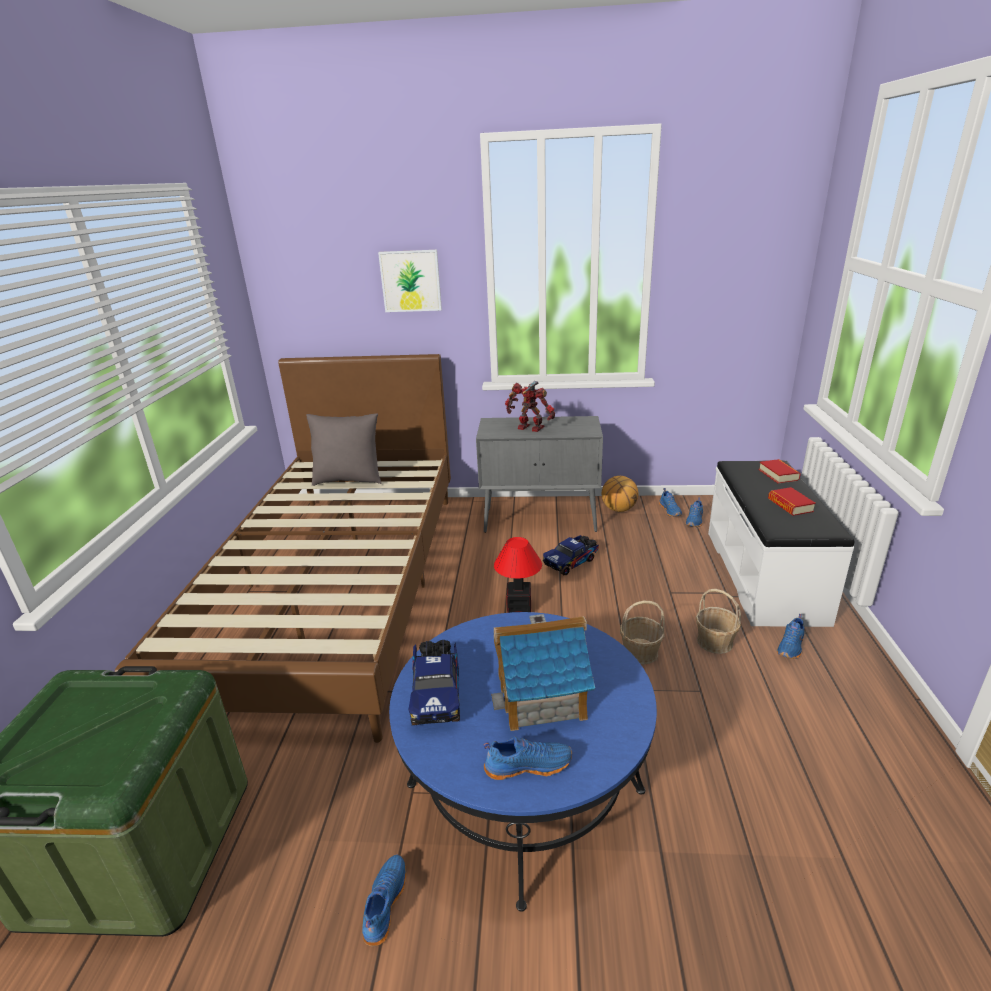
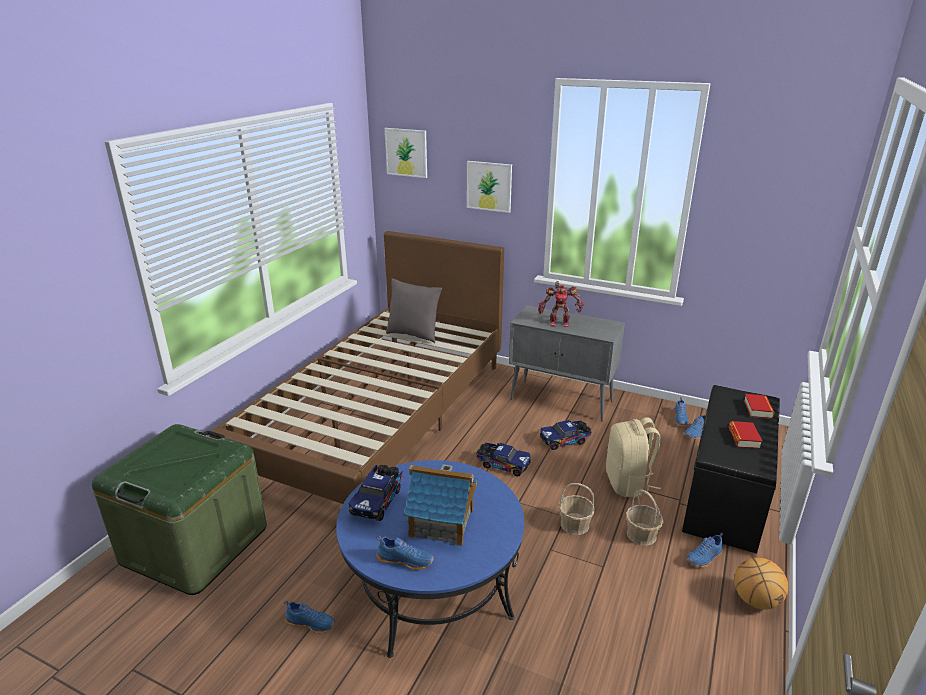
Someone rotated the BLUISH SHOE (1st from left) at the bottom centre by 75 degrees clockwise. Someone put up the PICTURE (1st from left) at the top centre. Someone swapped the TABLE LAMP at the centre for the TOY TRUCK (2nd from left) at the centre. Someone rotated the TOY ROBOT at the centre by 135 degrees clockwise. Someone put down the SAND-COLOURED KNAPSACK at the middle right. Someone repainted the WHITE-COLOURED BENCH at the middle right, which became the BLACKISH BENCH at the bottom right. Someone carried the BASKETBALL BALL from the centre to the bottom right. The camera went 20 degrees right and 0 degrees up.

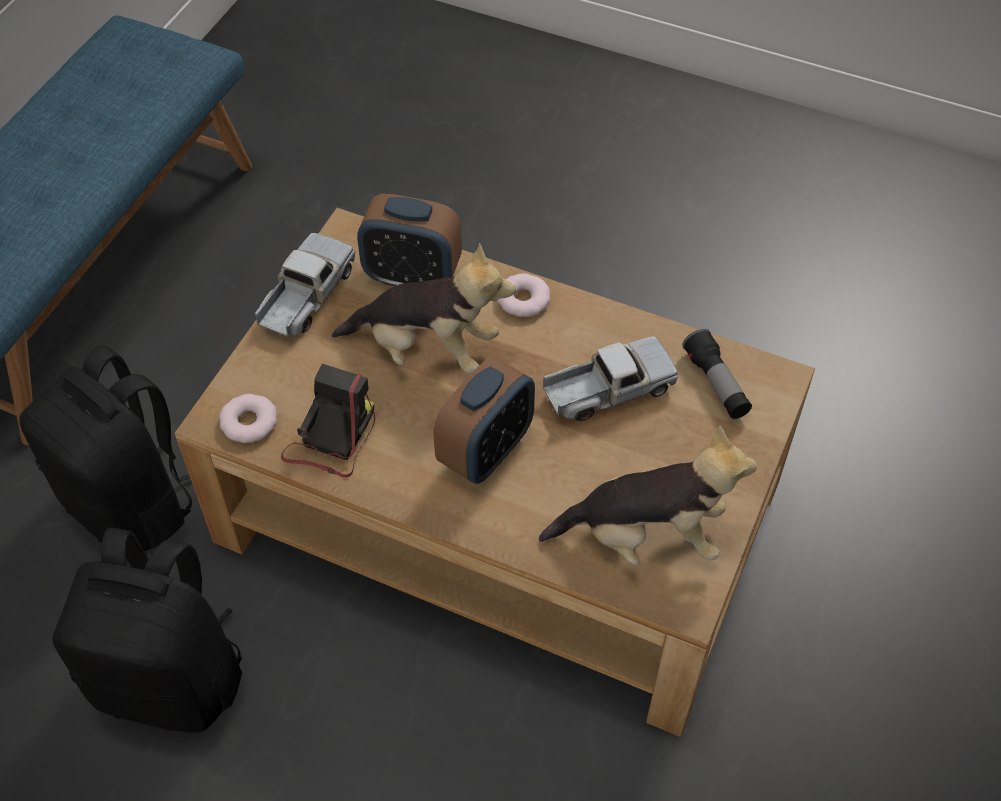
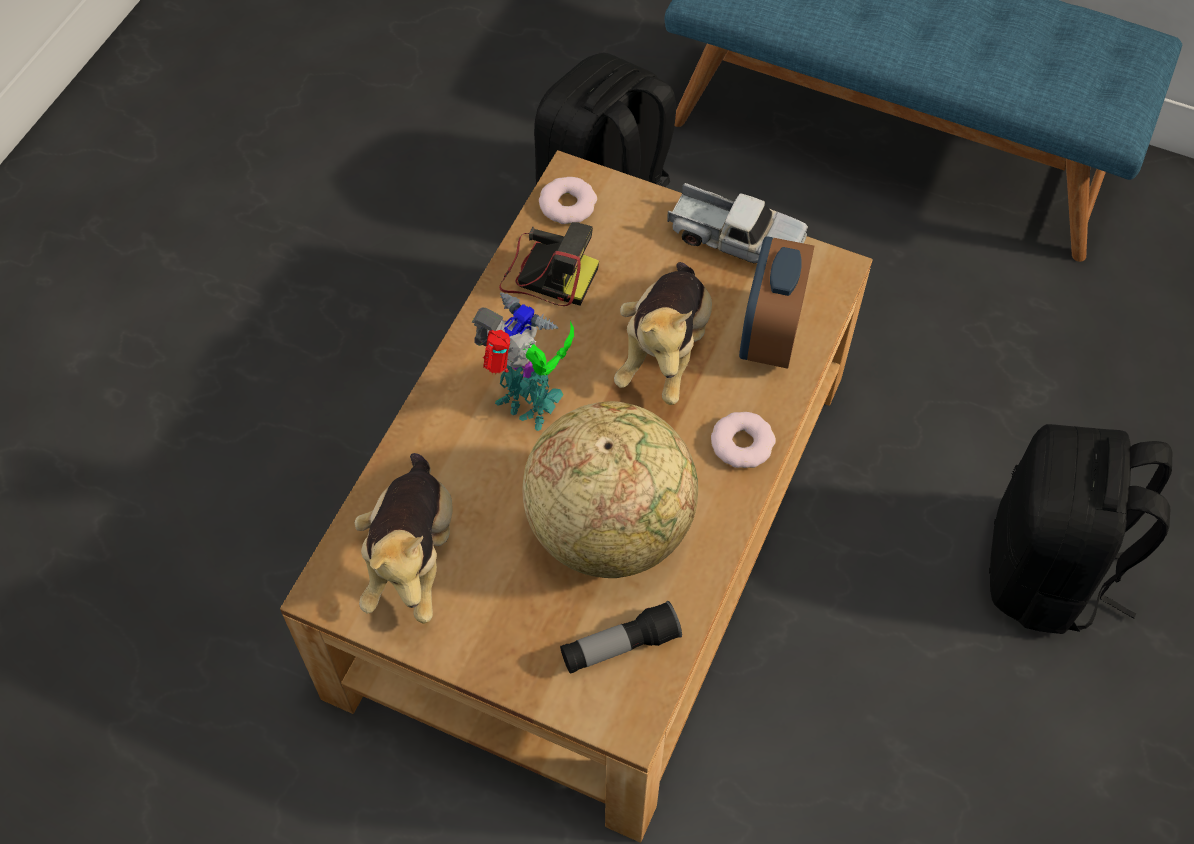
Someone swapped the ALARM CLOCK (2nd from left) at the centre for the TOY ROBOT at the centre. Someone swapped the TOY TRUCK (2nd from left) at the centre for the DESK GLOBE at the centre. Someone carried the BLACKISH KNAPSACK (2nd from left) from the bottom left to the middle right. The camera went 90 degrees right and 5 degrees up.

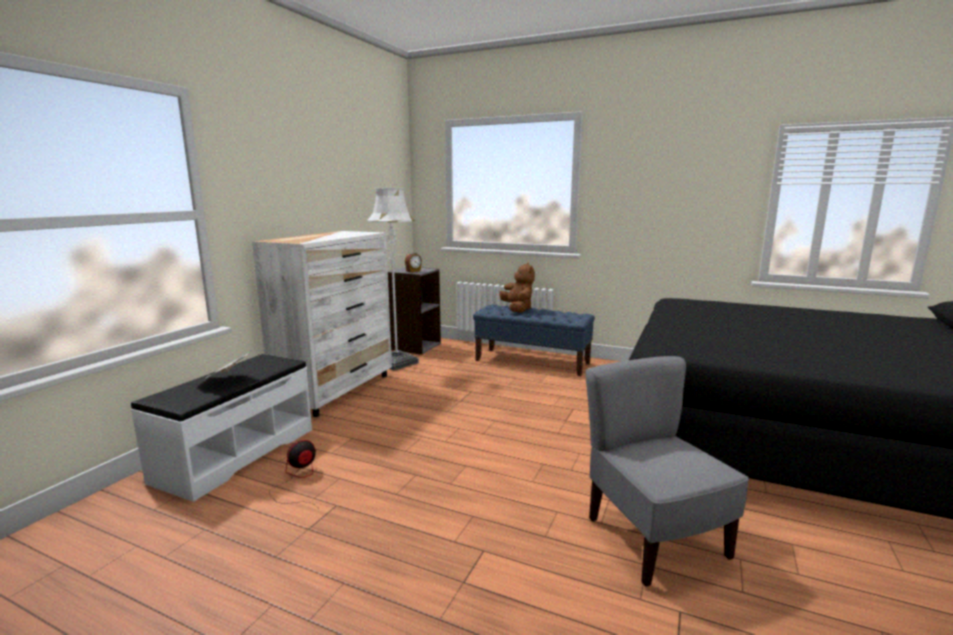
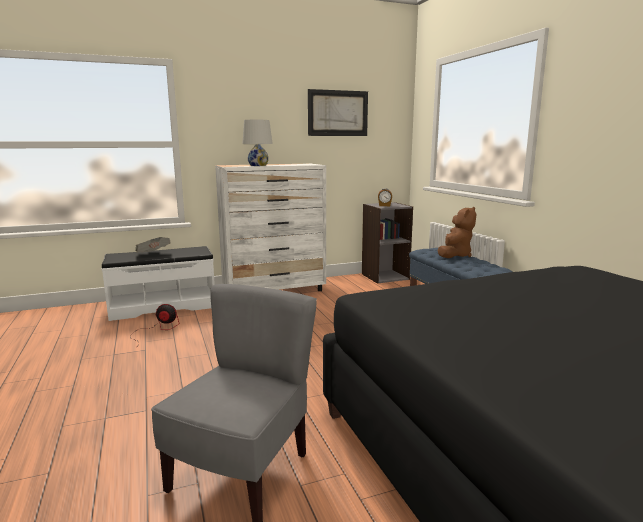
Someone put down the WHITE-COLOURED TABLE LAMP at the top centre. Someone put up the PICTURE at the top centre. Someone took away the WHITE-COLOURED STANDING LAMP at the centre. The camera went 45 degrees right and 0 degrees up.

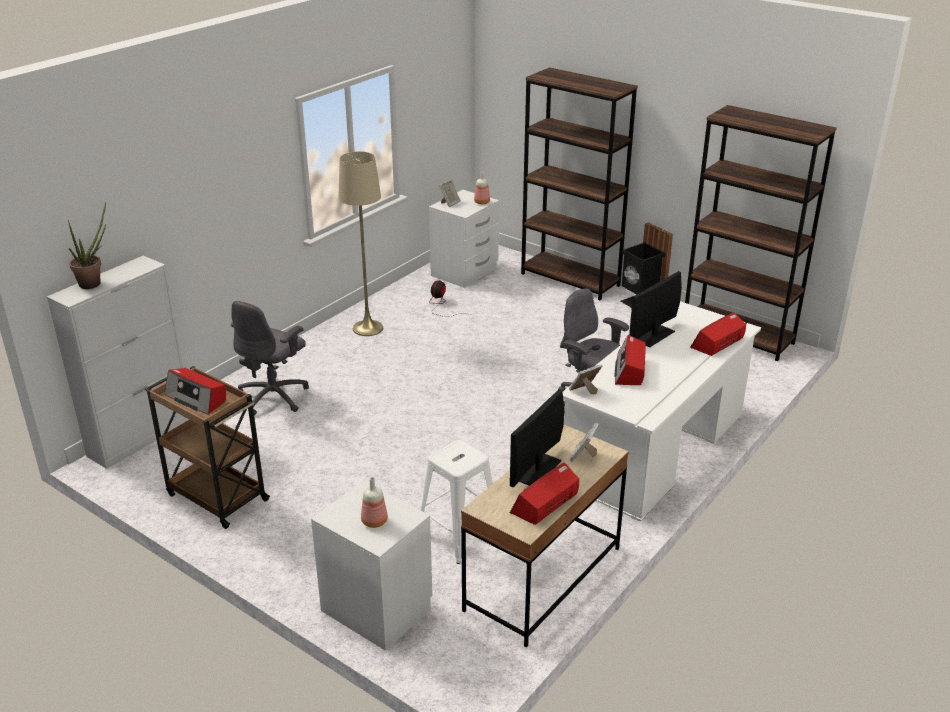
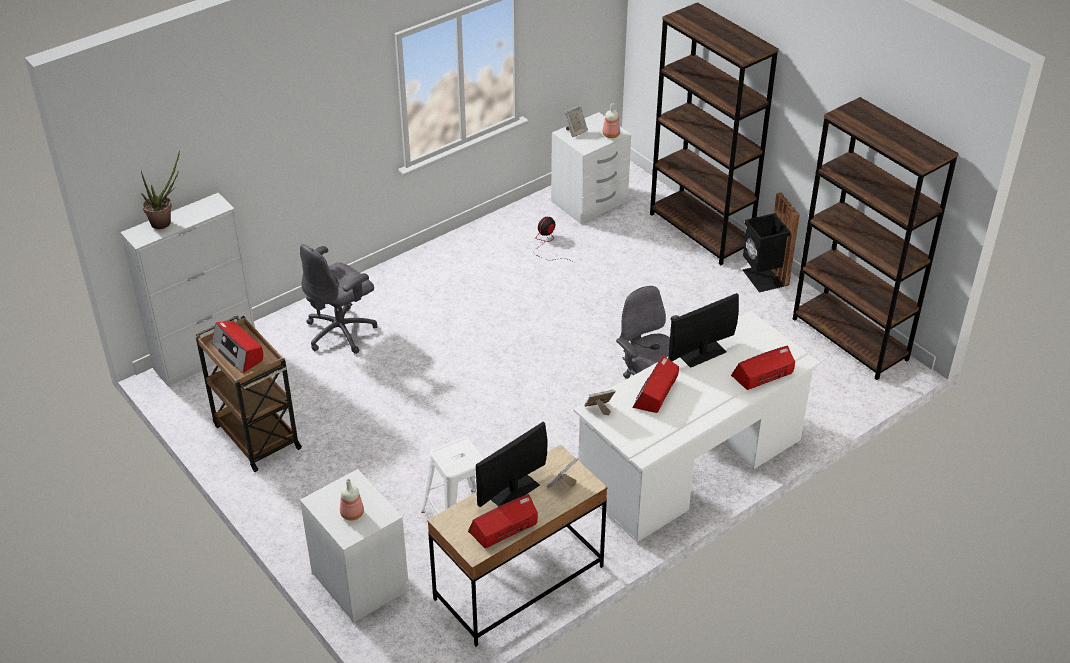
Someone took away the SAND-COLOURED STANDING LAMP at the centre. The camera went 15 degrees right and 10 degrees up.

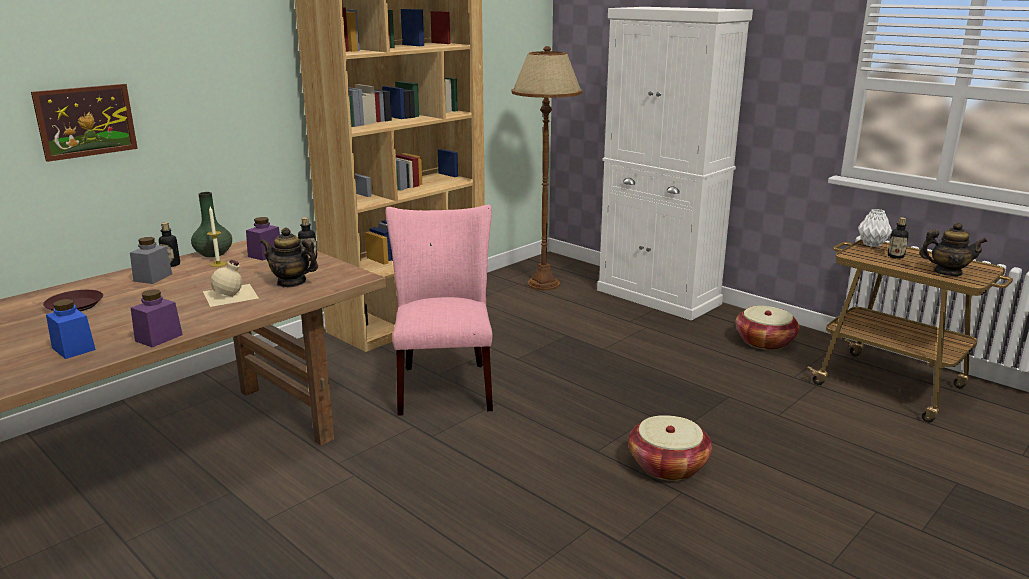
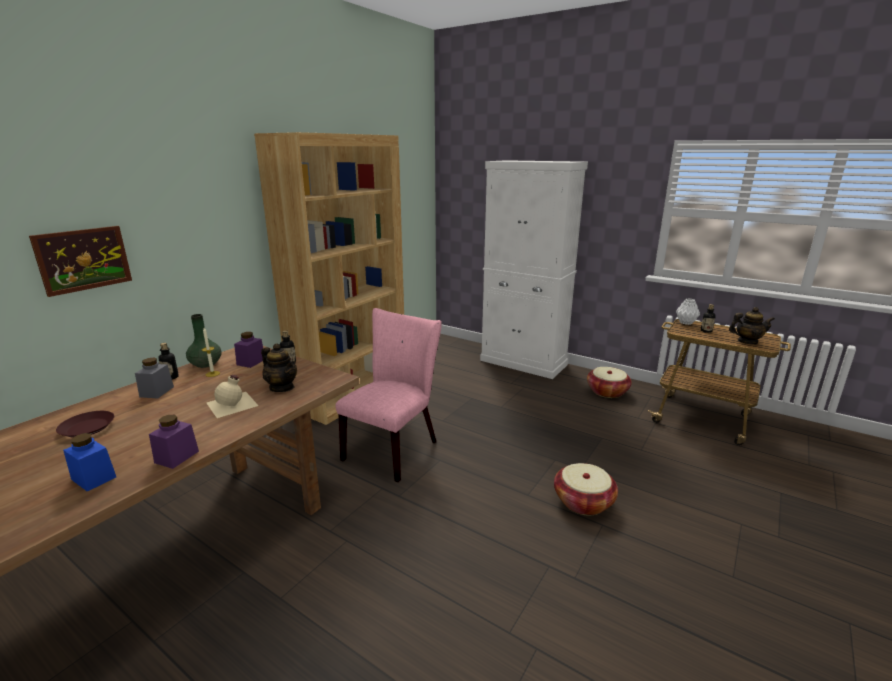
Someone rotated the TEA POT (1st from left) at the middle left by 150 degrees counterclockwise. Someone rotated the PINKISH UPRIGHT CHAIR at the centre by 45 degrees clockwise. Someone took away the BROWN STANDING LAMP at the top centre. The camera went 10 degrees left and 0 degrees up.

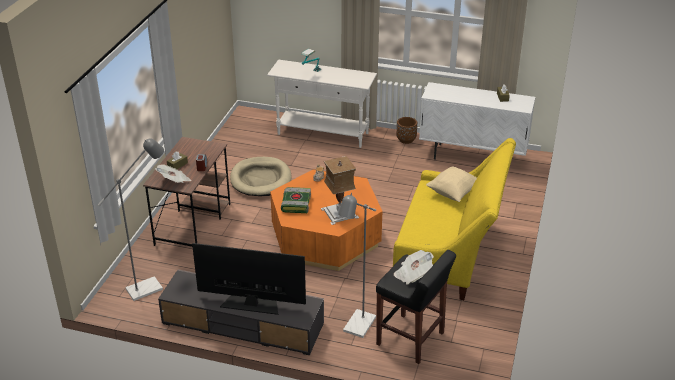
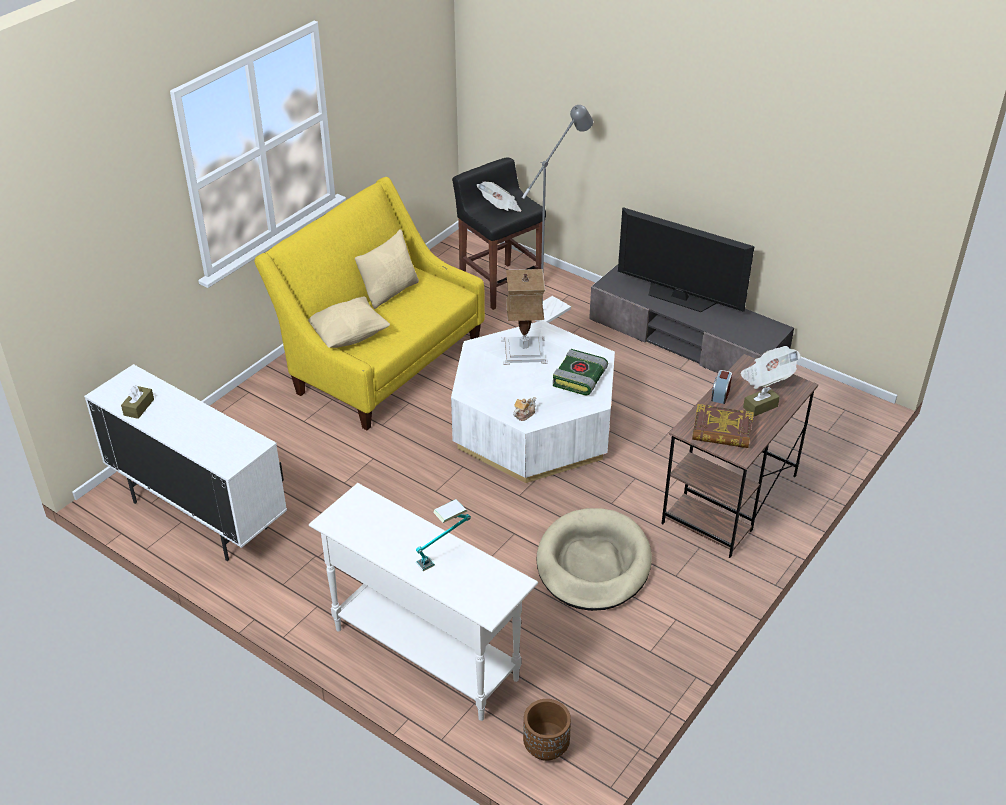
Someone put down the SAND-COLOURED CUSHION (2nd from left) at the centre. Someone repainted the ORANGEY COFFEE TABLE at the centre, which became the WHITE-COLOURED COFFEE TABLE at the centre. Someone carried the BROWN PLANT POT from the centre to the bottom centre. Someone put down the VOLUME (2nd from left) at the middle right. Someone took away the GRAY STANDING LAMP (1st from left) at the middle left. The camera went 160 degrees left and 5 degrees up.

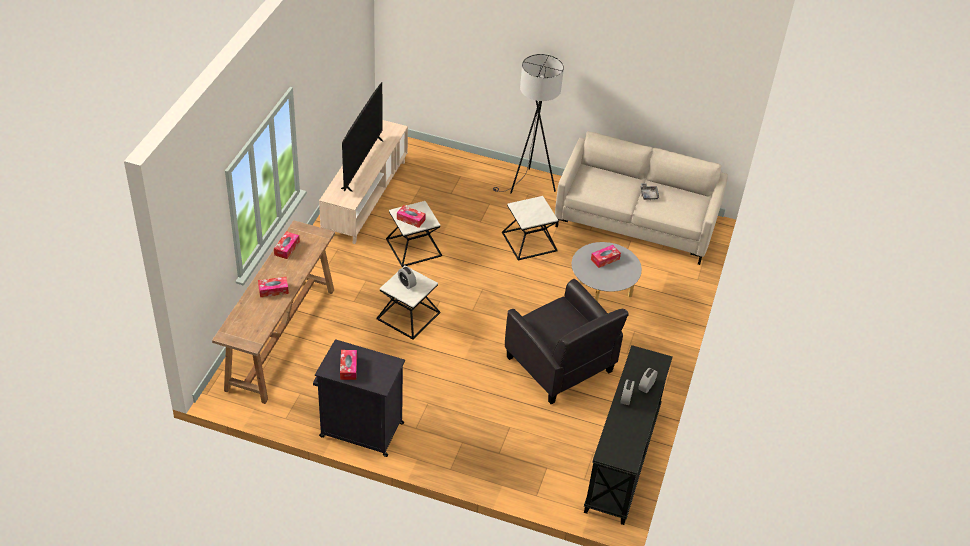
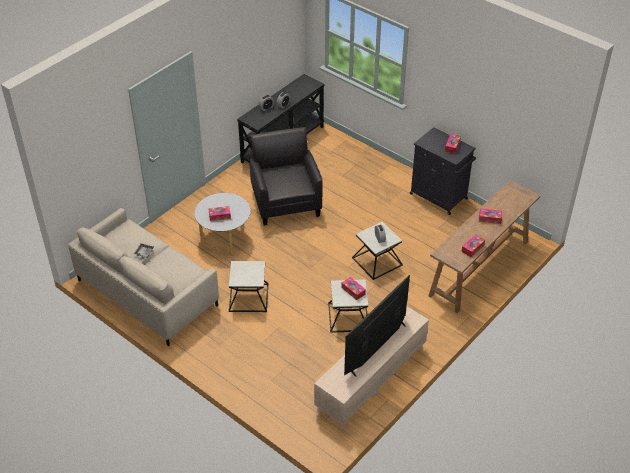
Someone took away the GRAY STANDING LAMP at the top centre. The camera went 155 degrees left and 0 degrees up.

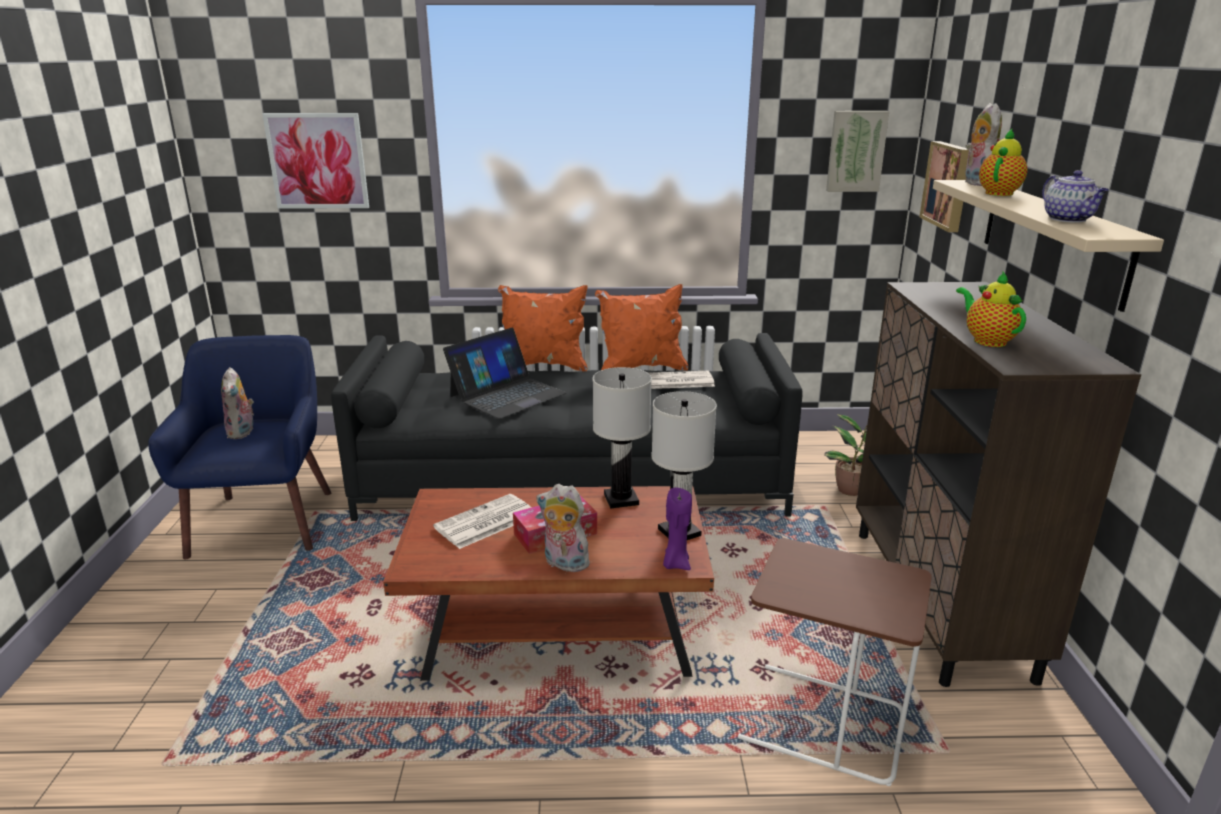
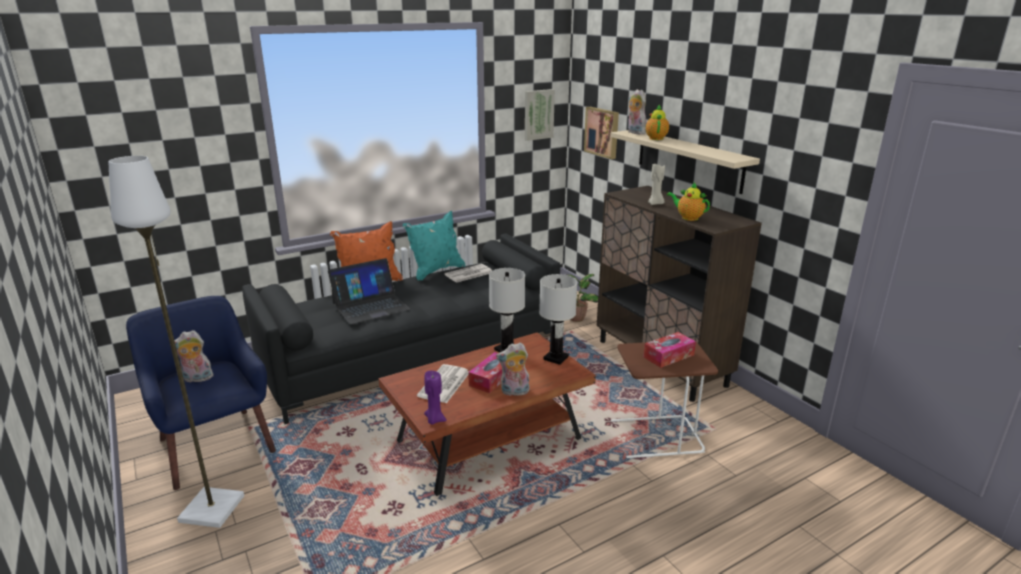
Someone put down the WHITE-COLOURED STANDING LAMP at the middle left. Someone rotated the CUDDLY TOY (1st from left) at the middle left by 120 degrees clockwise. Someone rotated the LAPTOP at the centre by 45 degrees clockwise. Someone repainted the ORANGEY CUSHION (2nd from left) at the centre, which became the TURQUOISE CUSHION at the centre. Someone carried the PURPLISH WAX CANDLE from the centre to the bottom centre. Someone put down the TISSUE BOX (2nd from left) at the centre. Someone put down the SAND-COLOURED WAX CANDLE at the top centre. Someone took away the PICTURE (1st from left) at the top left. Someone took away the TEA POT (3rd from left) at the top right. The camera went 30 degrees left and 0 degrees up.

